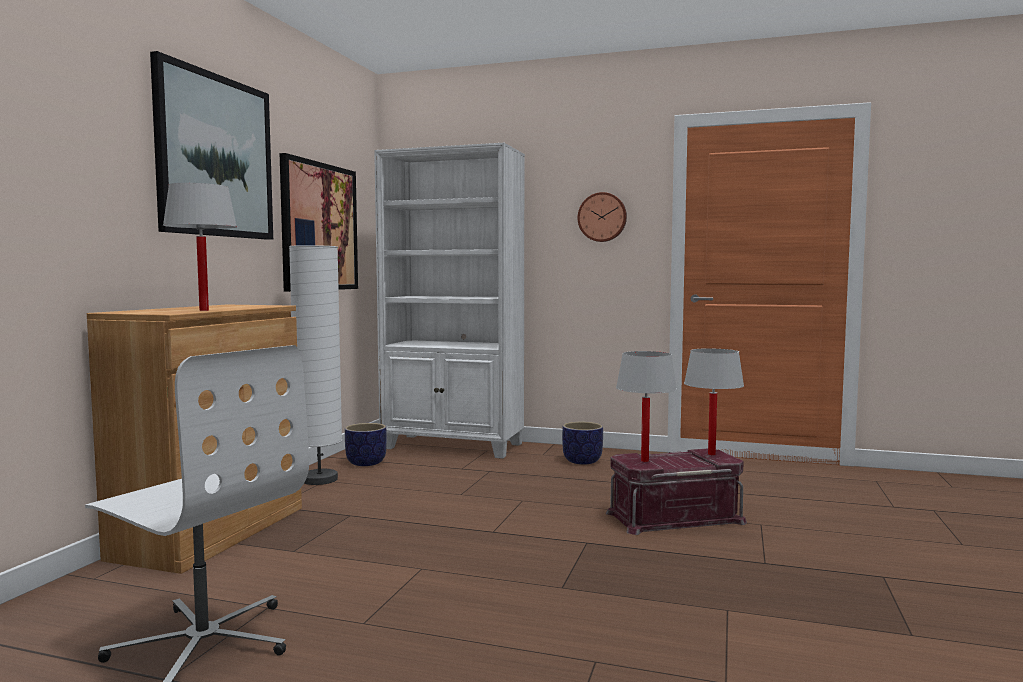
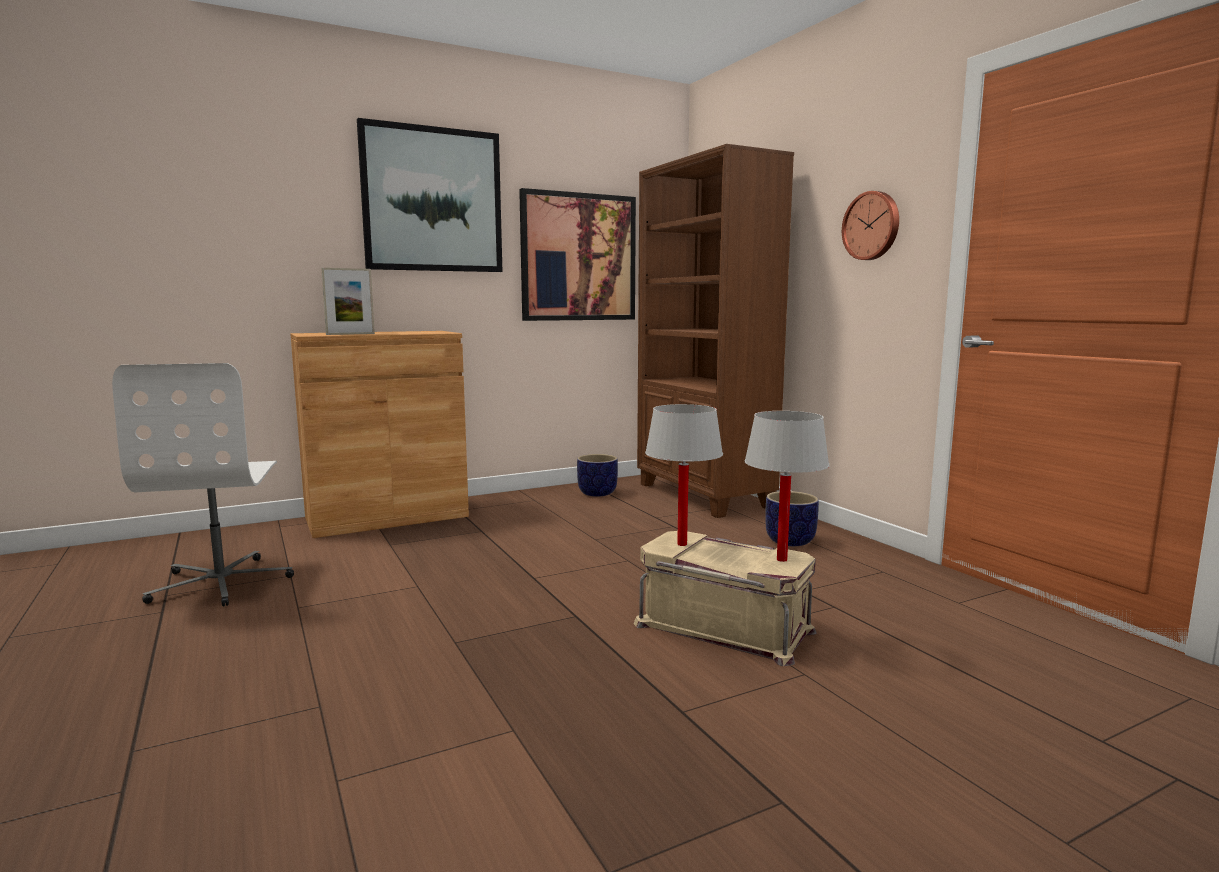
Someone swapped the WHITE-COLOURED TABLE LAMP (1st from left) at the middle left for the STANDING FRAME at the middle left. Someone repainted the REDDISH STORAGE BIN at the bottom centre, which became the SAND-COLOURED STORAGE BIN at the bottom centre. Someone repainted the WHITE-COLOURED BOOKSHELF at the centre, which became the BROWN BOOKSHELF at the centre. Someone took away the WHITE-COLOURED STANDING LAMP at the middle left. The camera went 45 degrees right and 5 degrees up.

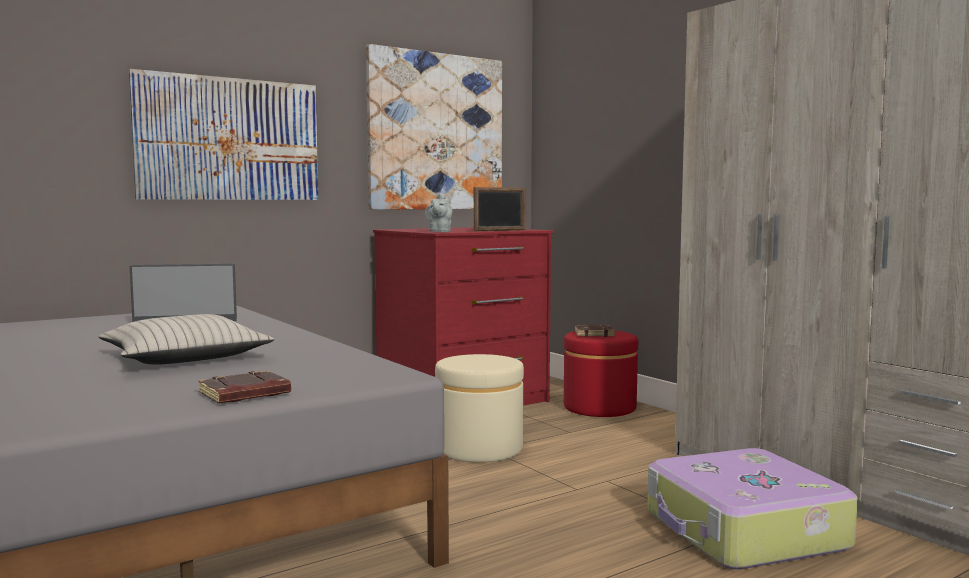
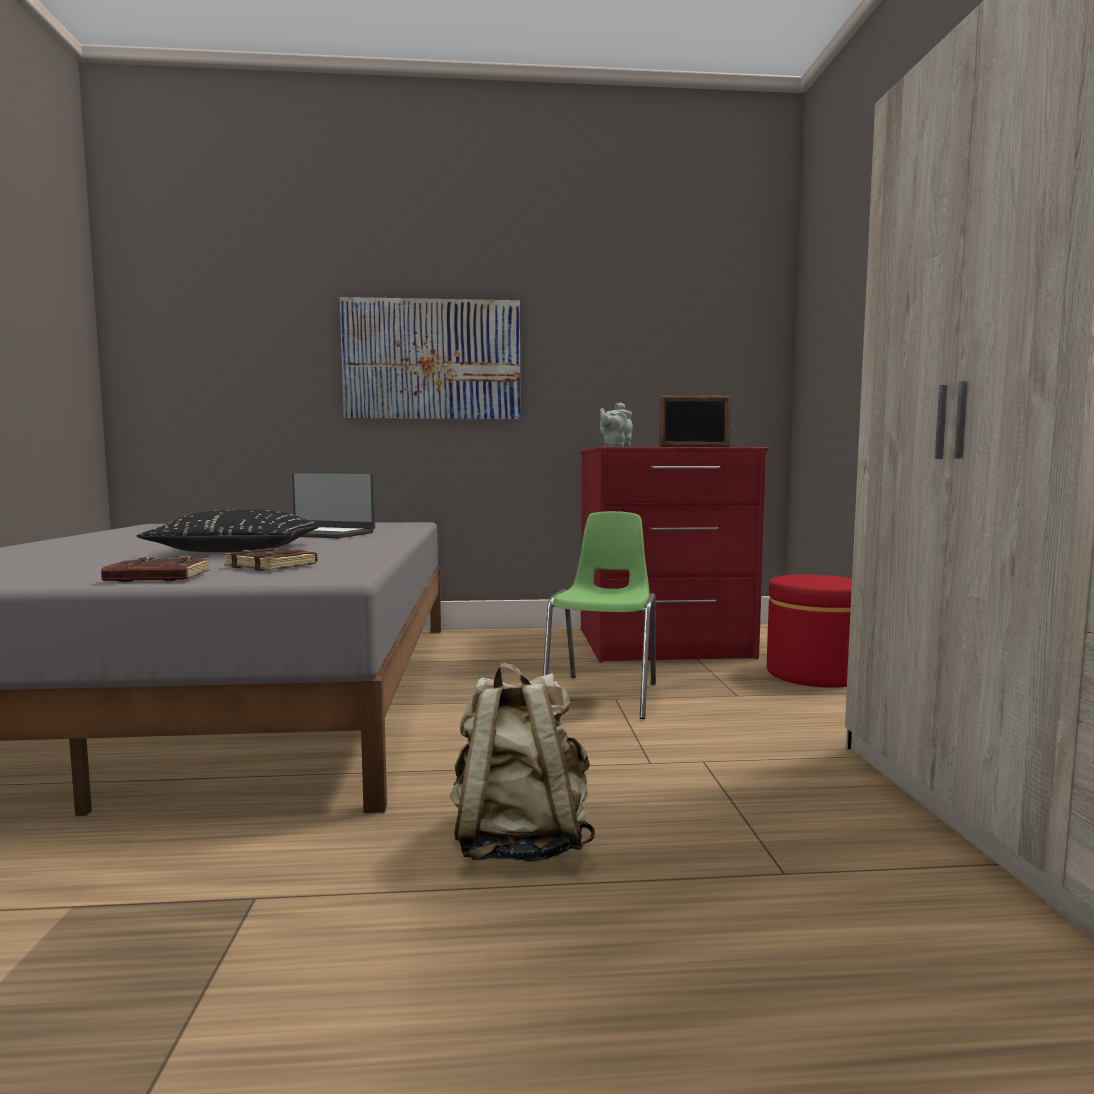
Someone repainted the SAND-COLOURED CUSHION at the middle left, which became the BLACKISH CUSHION at the middle left. Someone carried the BROWN VOLUME (2nd from left) from the centre to the middle left. Someone put down the SAND-COLOURED KNAPSACK at the bottom centre. Someone swapped the SAND-COLOURED OTTOMAN at the bottom centre for the GREENISH UPRIGHT CHAIR at the centre. Someone took away the PICTURE (2nd from left) at the top centre. Someone took away the SUITCASE at the bottom right. The camera went 30 degrees right and 0 degrees up.

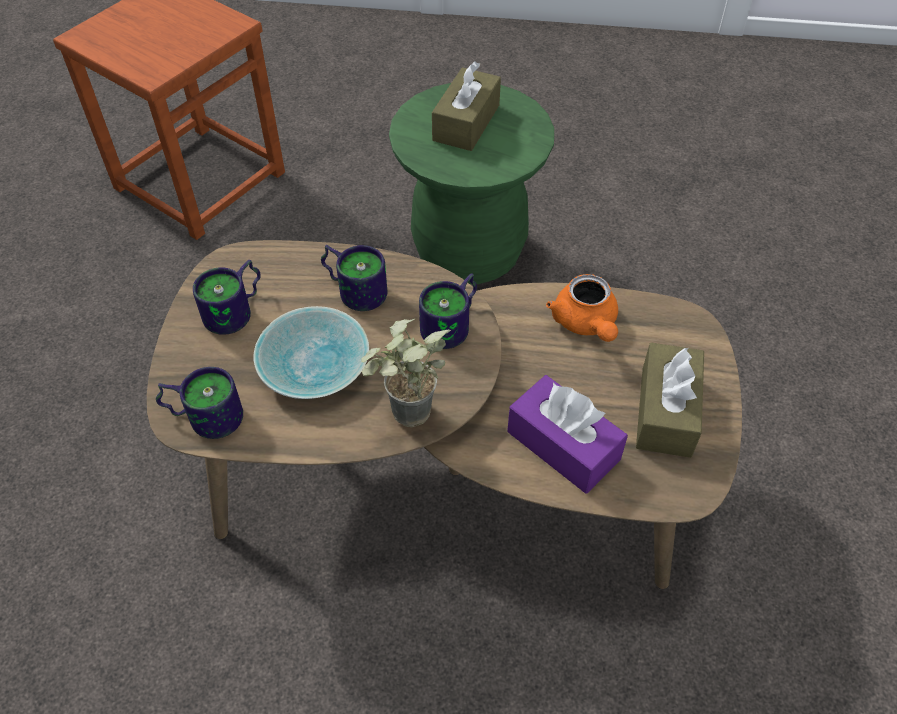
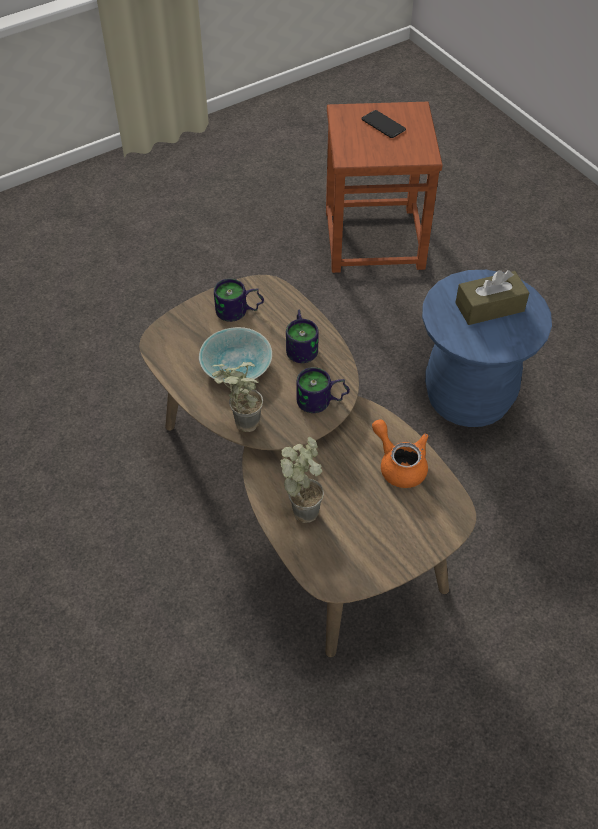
Someone swapped the PURPLISH TISSUE BOX at the centre for the POTTED PLANT (2nd from left) at the centre. Someone put down the PHONE at the top centre. Someone rotated the ORANGEY TEA POT at the centre by 105 degrees clockwise. Someone repainted the GREENISH STOOL SEAT at the top centre, which became the BLUISH STOOL SEAT at the middle right. Someone took away the MUG (1st from left) at the middle left. Someone took away the BROWN TISSUE BOX (2nd from left) at the middle right. The camera went 50 degrees right and 0 degrees up.

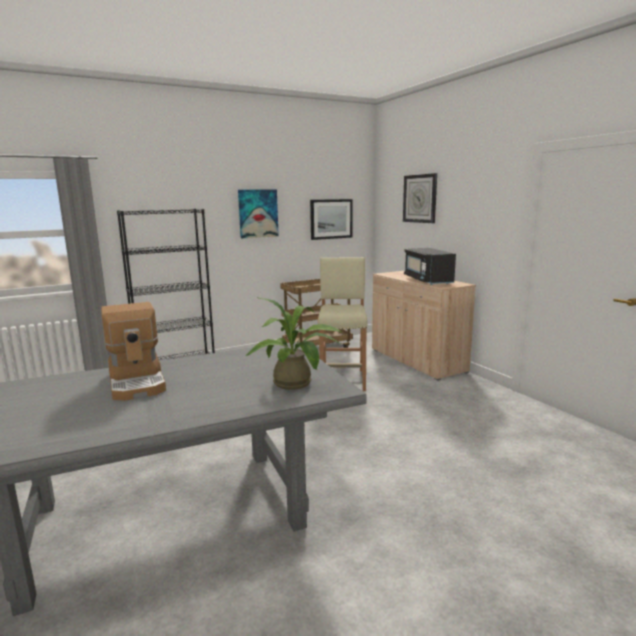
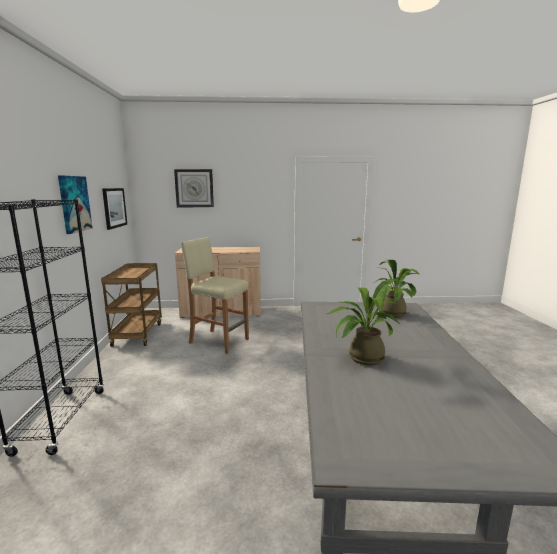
Someone swapped the COFFEE MACHINE at the middle left for the POTTED PLANT (1st from left) at the centre. Someone took away the BLACKISH MICROWAVE OVEN at the middle right. The camera went 65 degrees left and 0 degrees up.

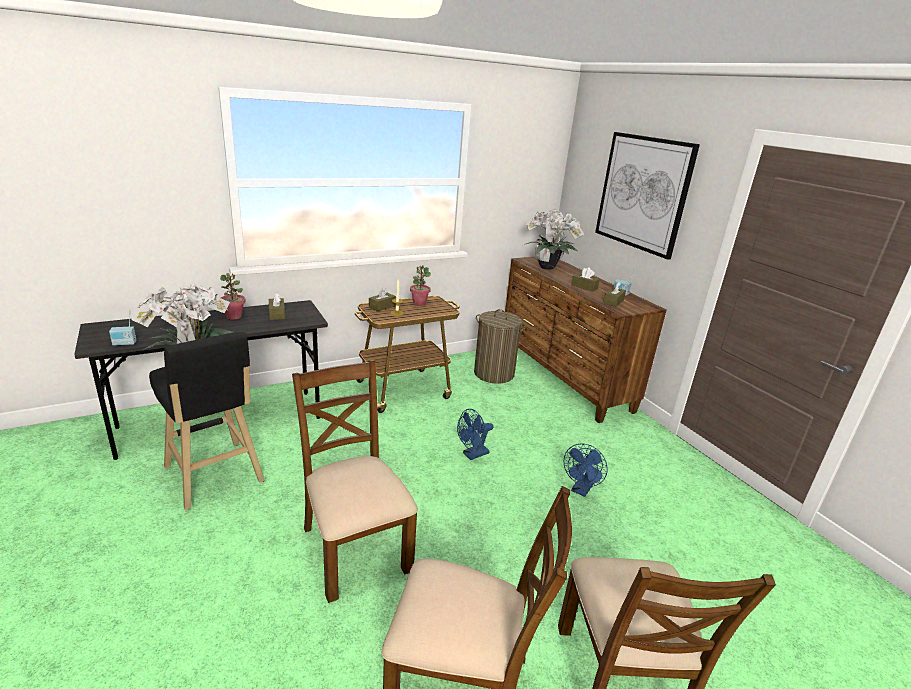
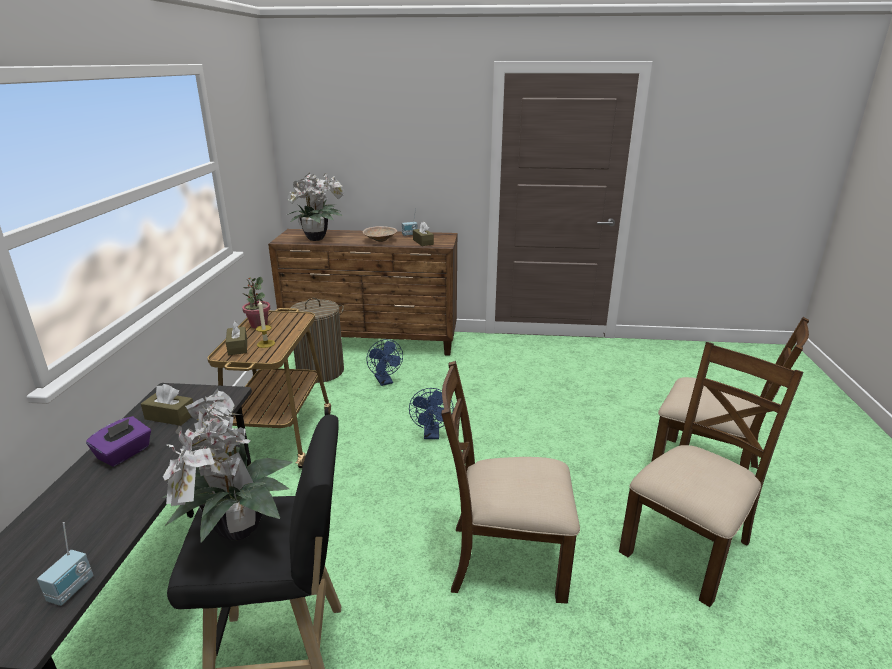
Someone swapped the POTTED PLANT (2nd from left) at the middle left for the PURPLISH TISSUE BOX at the middle left. Someone swapped the BROWN TISSUE BOX (3rd from left) at the centre for the SAND-COLOURED DEEP DISH at the centre. Someone carried the BLUISH COOLING FAN (2nd from left in the first image) from the bottom centre to the centre. Someone took away the PICTURE at the top right. The camera went 55 degrees left and 0 degrees up.

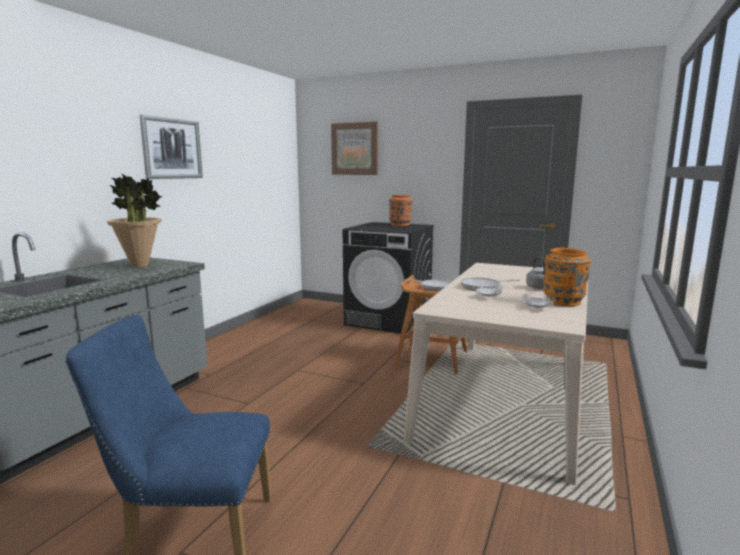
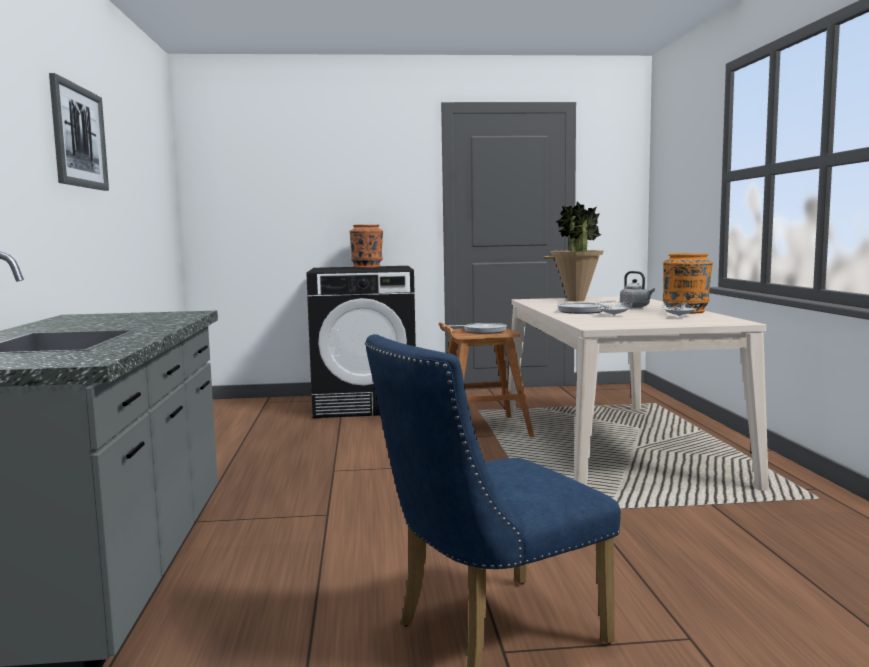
Someone carried the POTTED PLANT from the middle left to the centre. Someone took away the PICTURE (2nd from left) at the top centre. The camera went 30 degrees left and 5 degrees down.

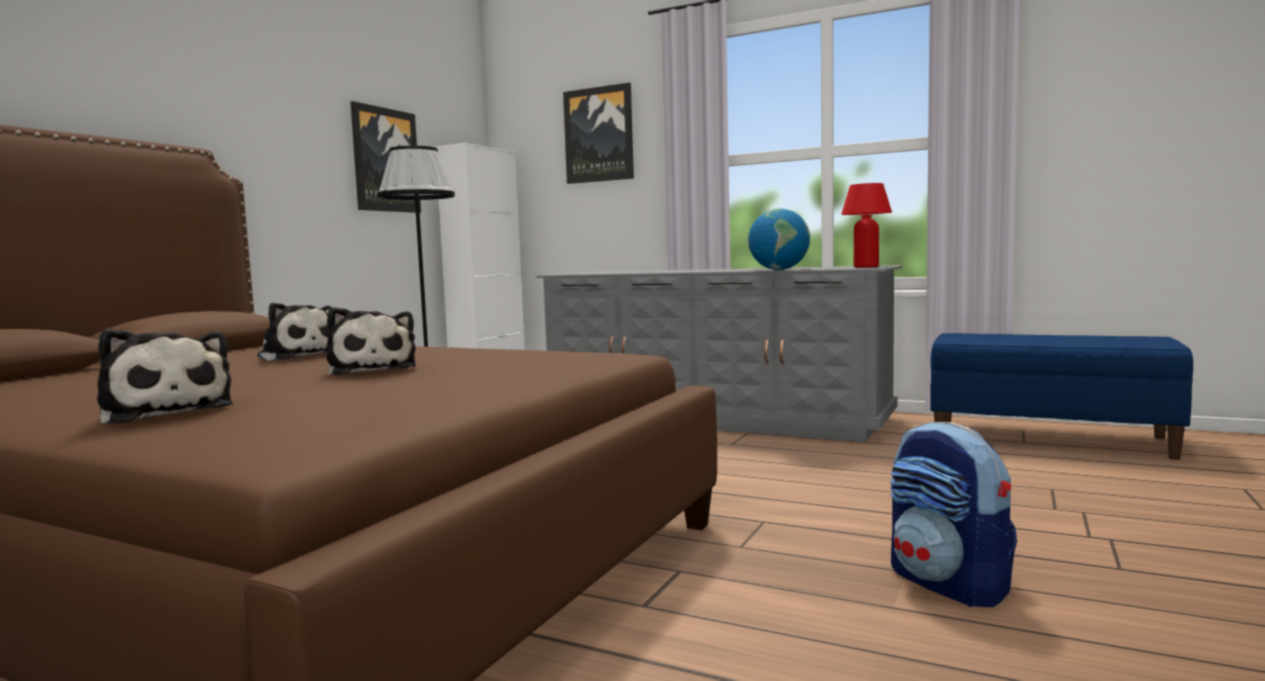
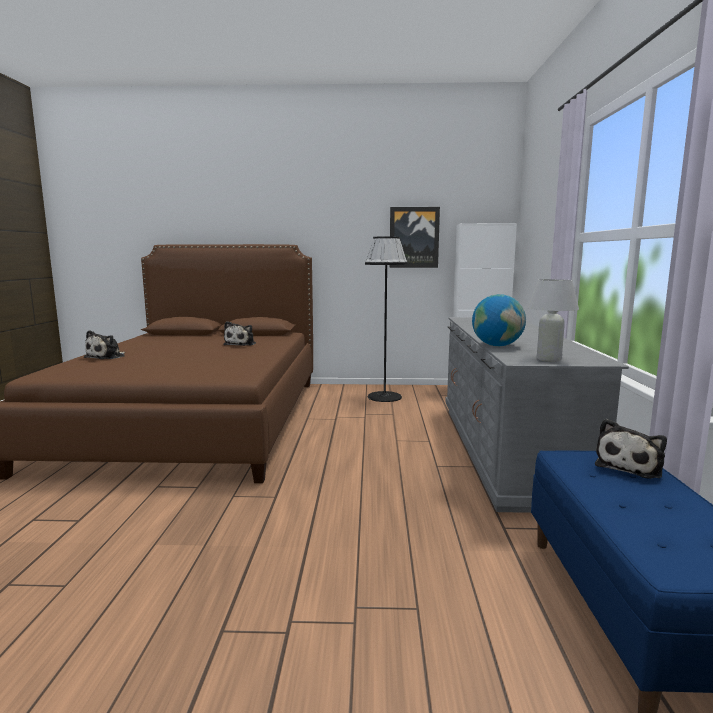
Someone repainted the REDDISH TABLE LAMP at the top right, which became the WHITE-COLOURED TABLE LAMP at the middle right. Someone carried the CUDDLY TOY (3rd from left) from the middle left to the middle right. Someone took away the PICTURE (2nd from left) at the top centre. Someone took away the KNAPSACK at the bottom right. The camera went 65 degrees right and 5 degrees up.

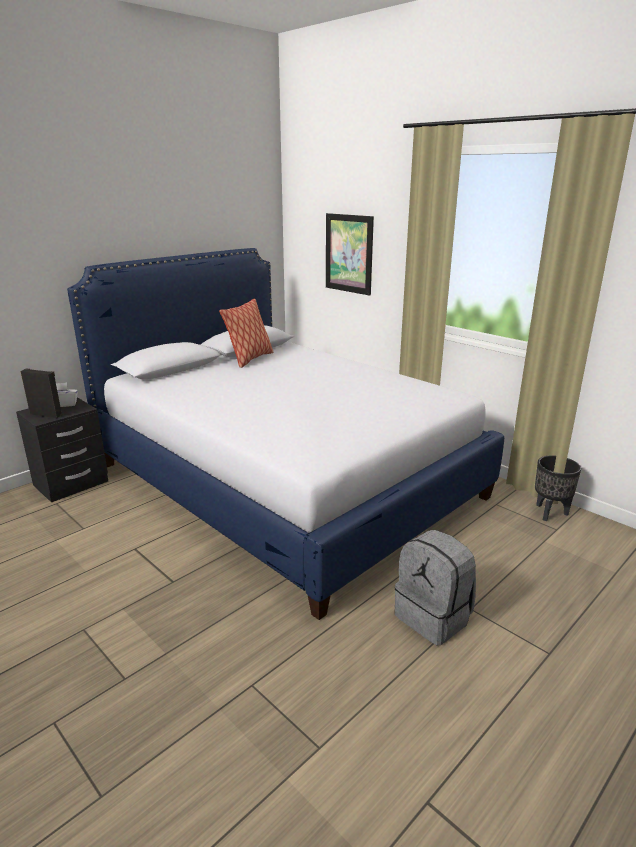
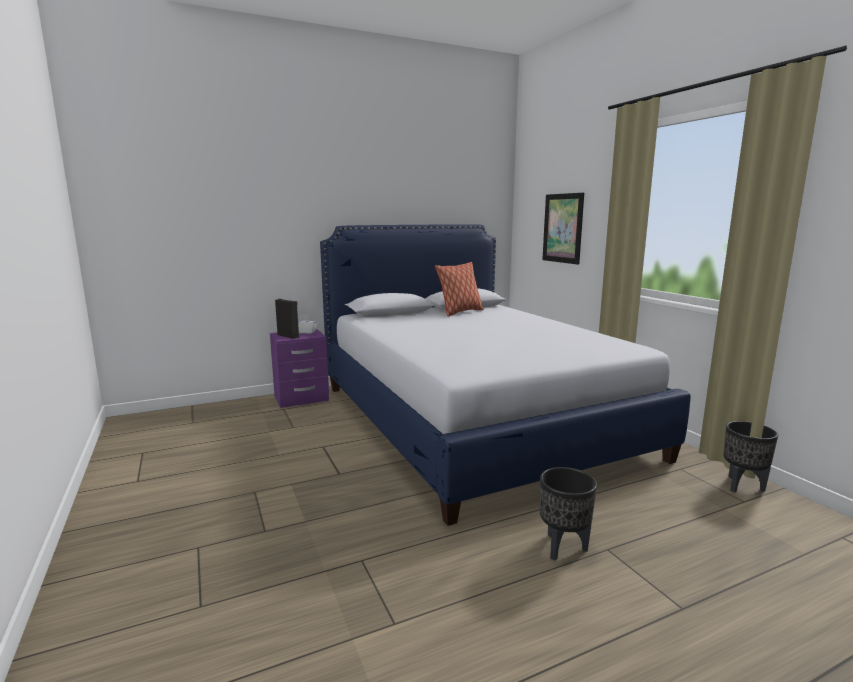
Someone repainted the BLACKISH BEDSIDE TABLE at the middle left, which became the PURPLISH BEDSIDE TABLE at the centre. Someone swapped the GRAY KNAPSACK at the bottom right for the BLACKISH PLANT POT (1st from left) at the bottom centre. The camera went 20 degrees right and 10 degrees down.

